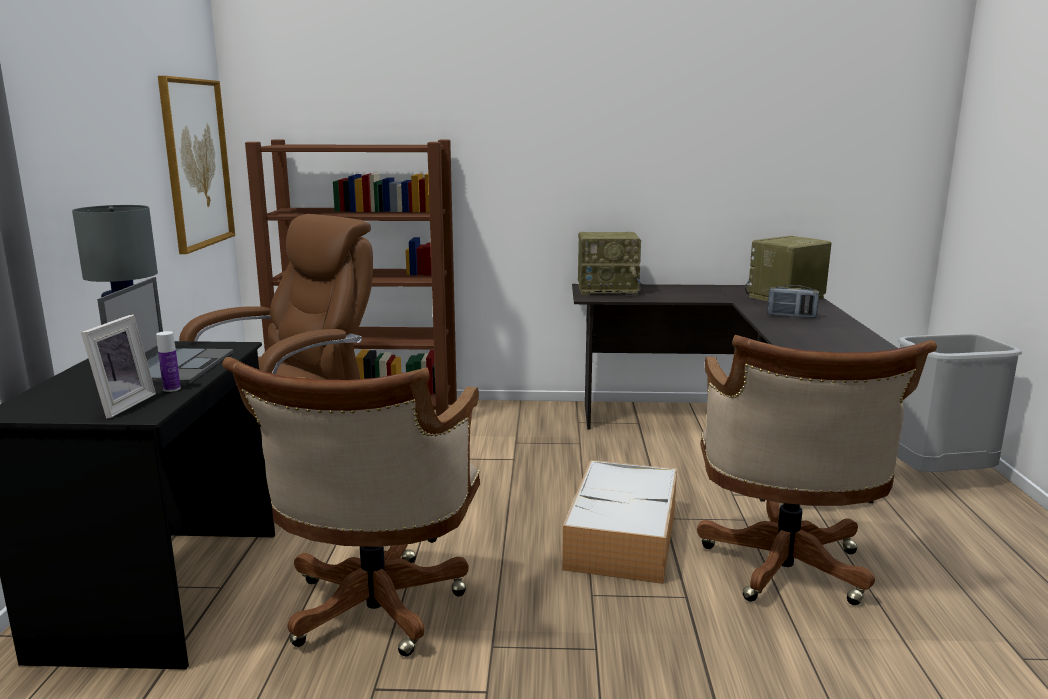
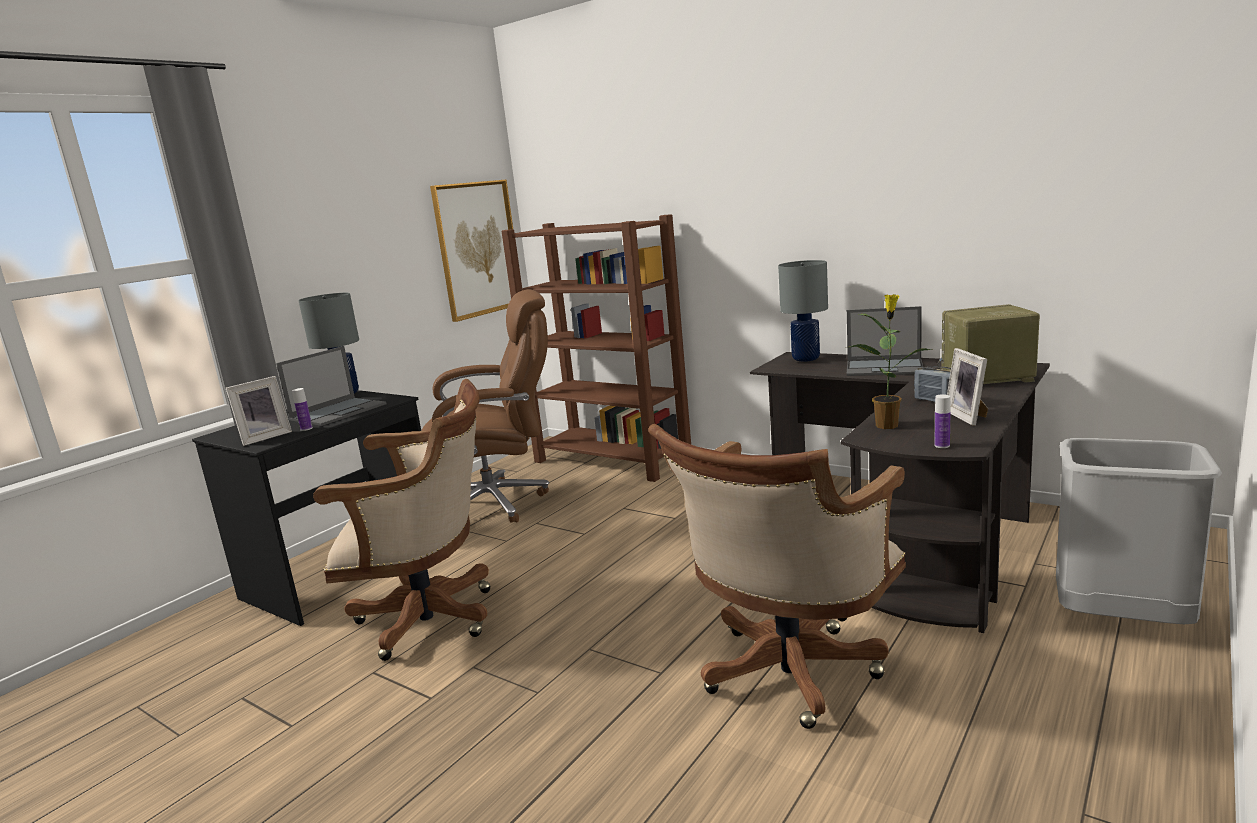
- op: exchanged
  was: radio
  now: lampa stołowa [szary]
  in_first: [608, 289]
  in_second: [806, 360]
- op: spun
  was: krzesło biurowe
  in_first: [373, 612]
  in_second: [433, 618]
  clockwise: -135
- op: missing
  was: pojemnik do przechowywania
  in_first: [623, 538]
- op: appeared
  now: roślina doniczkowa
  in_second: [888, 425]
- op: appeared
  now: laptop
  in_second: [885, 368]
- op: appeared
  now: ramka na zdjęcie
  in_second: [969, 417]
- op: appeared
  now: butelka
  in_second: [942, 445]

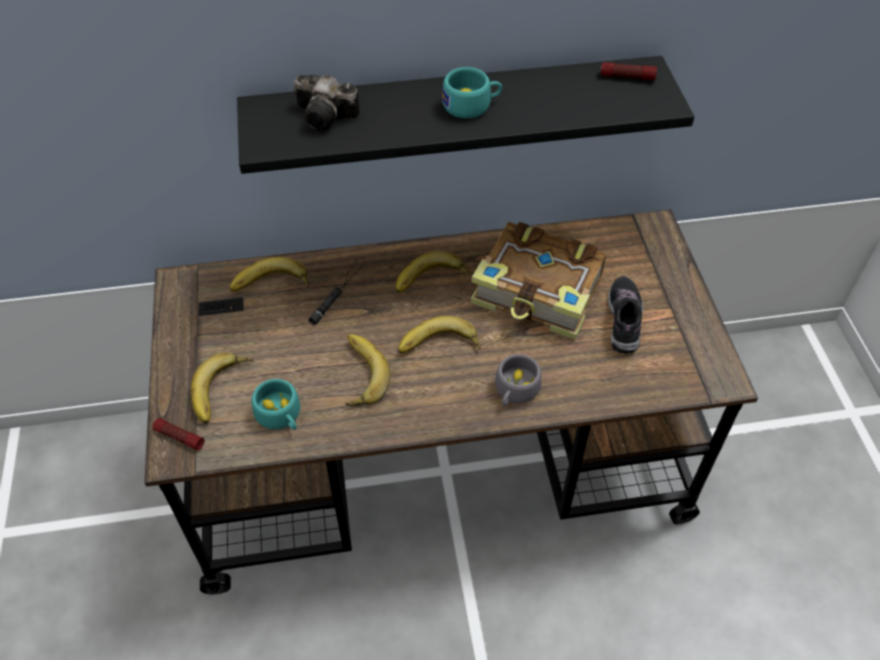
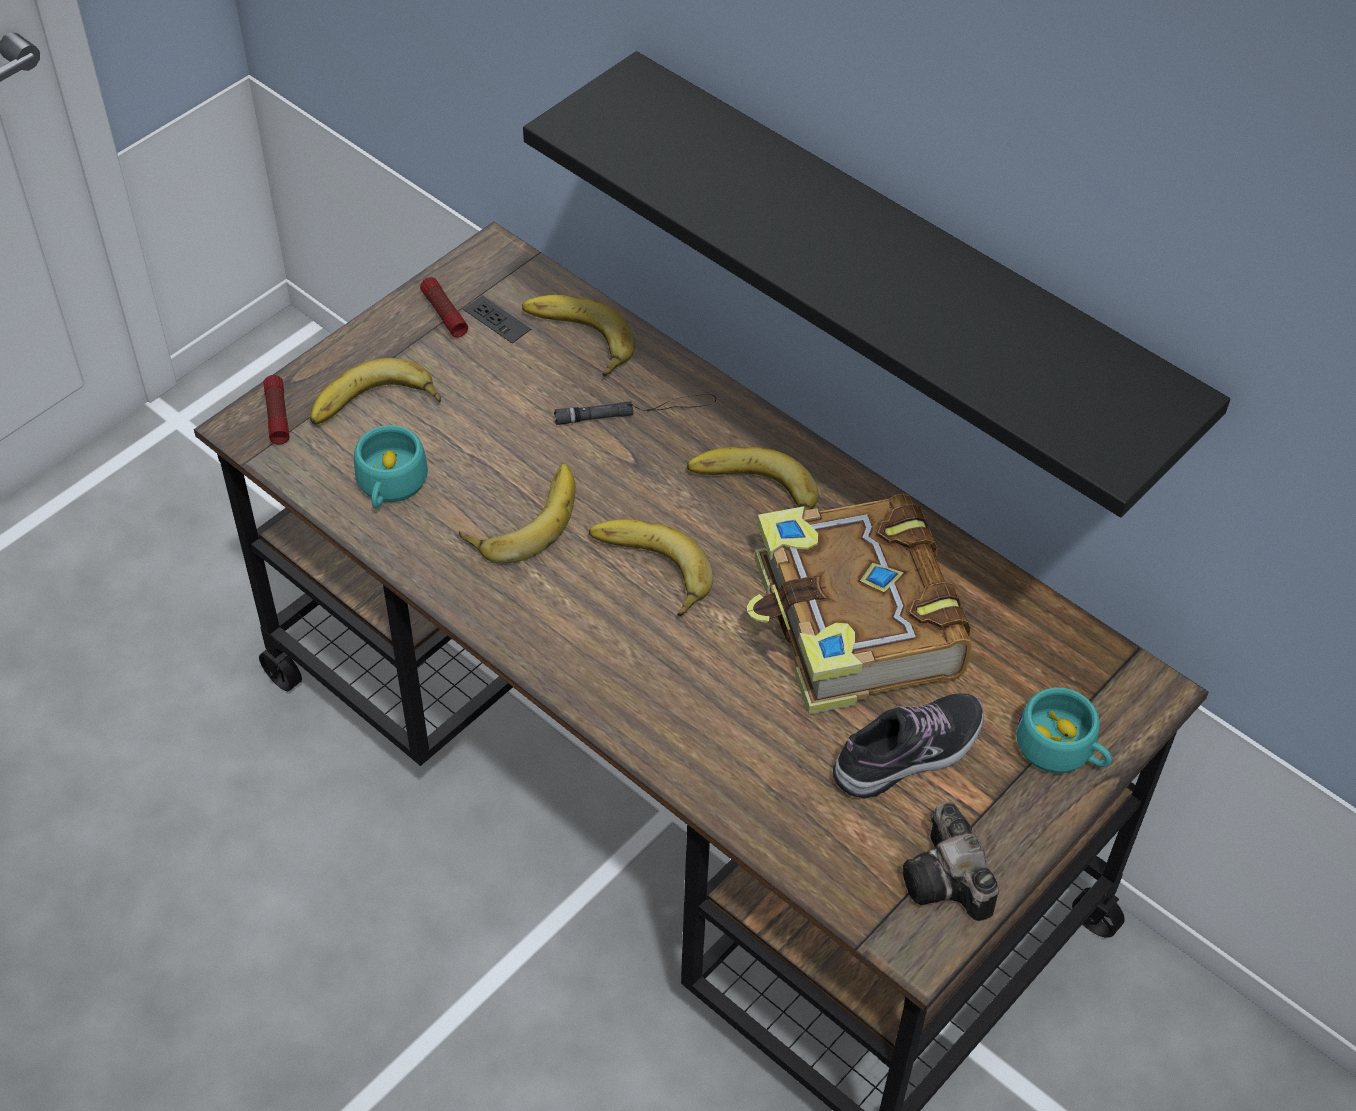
- op: relocated
  was: latarka
  in_first: [627, 77]
  in_second: [444, 313]
- op: relocated
  was: filiżanka [turkusowy]
  in_first: [472, 105]
  in_second: [1062, 750]
- op: relocated
  was: aparat fotograficzny
  in_first: [328, 116]
  in_second: [949, 883]
- op: missing
  was: filiżanka [szary]
  in_first: [515, 391]

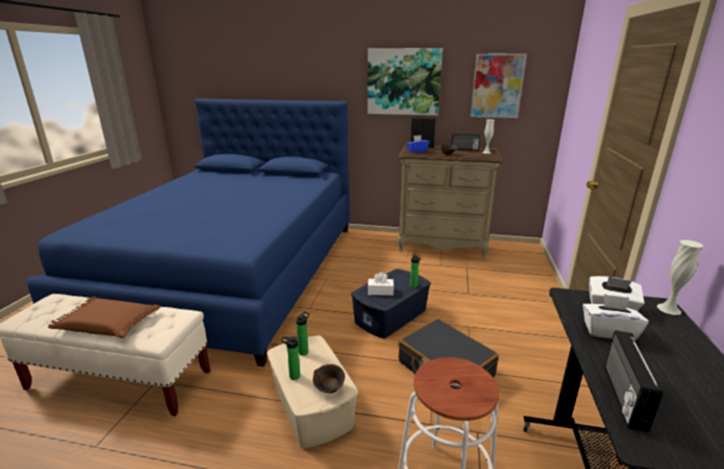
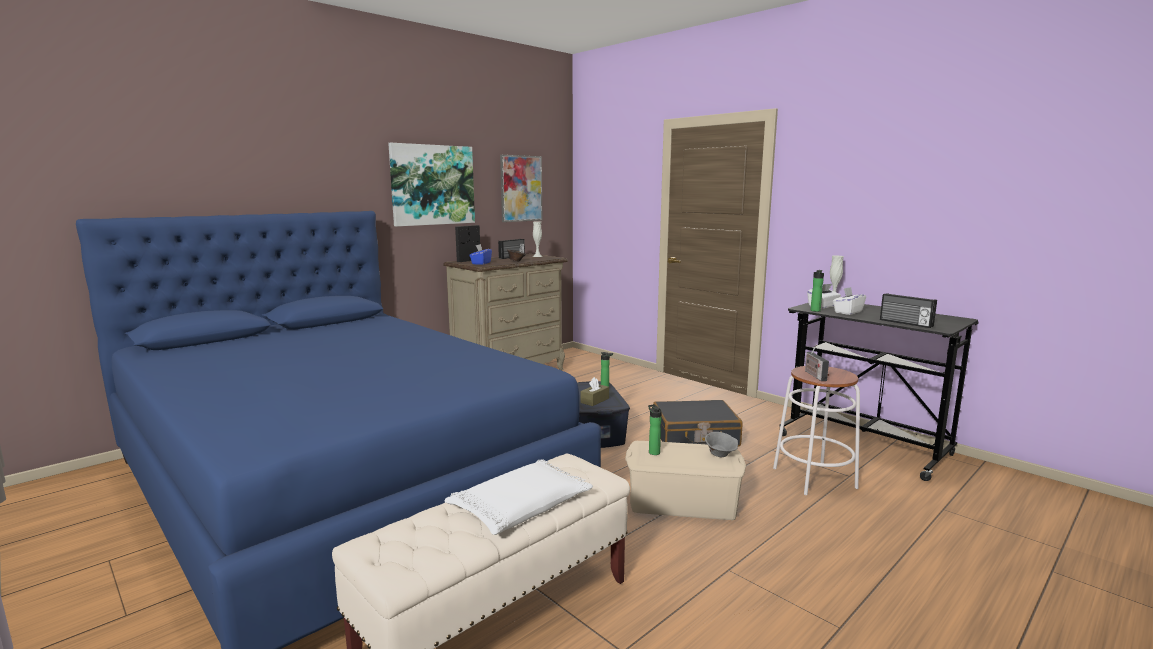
- op: colour
  was: pudełko chusteczek [biały]
  now: pudełko chusteczek [brązowy]
  in_first: [380, 291]
  in_second: [595, 400]
- op: colour
  was: poduszka [brązowy]
  now: poduszka [biały]
  in_first: [108, 322]
  in_second: [521, 503]
- op: relocated
  was: butelka
  in_first: [293, 376]
  in_second: [815, 311]
- op: colour
  was: miska [brązowy]
  now: miska [szary]
  in_first: [329, 389]
  in_second: [720, 455]
- op: appeared
  now: radio
  in_second: [814, 375]

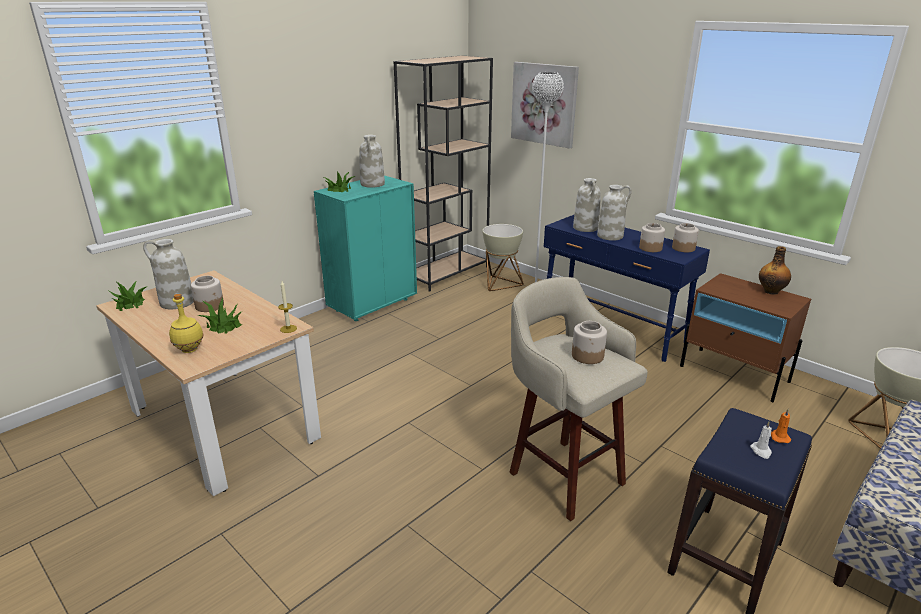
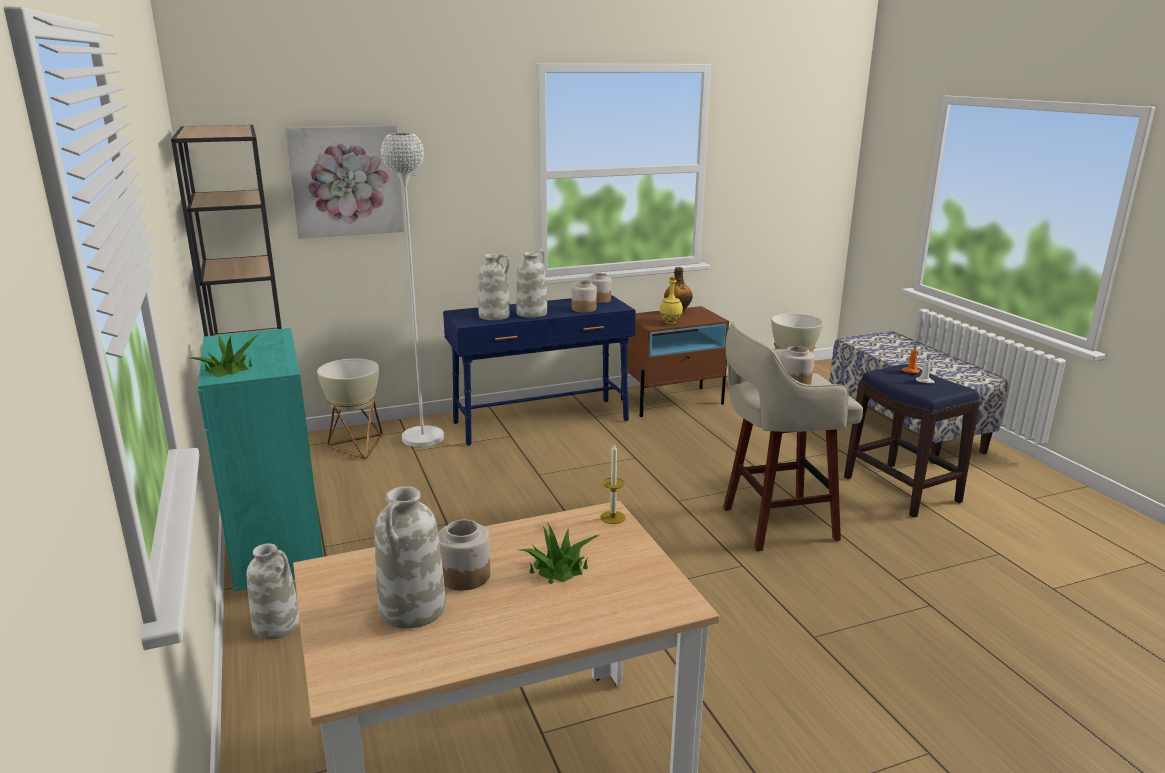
- op: relocated
  was: wazon [biały]
  in_first: [372, 184]
  in_second: [277, 625]
- op: missing
  was: roślina doniczkowa
  in_first: [130, 303]
- op: relocated
  was: butelka [żółty]
  in_first: [189, 349]
  in_second: [670, 322]

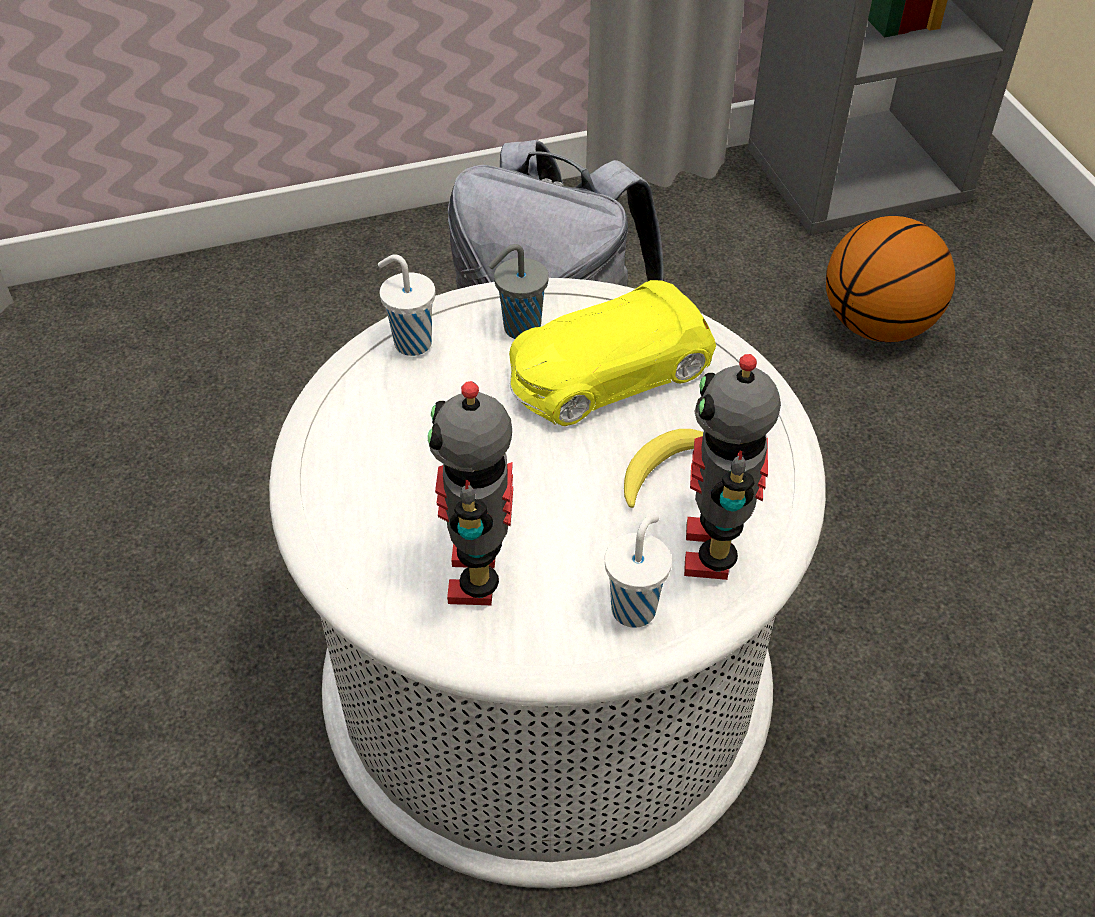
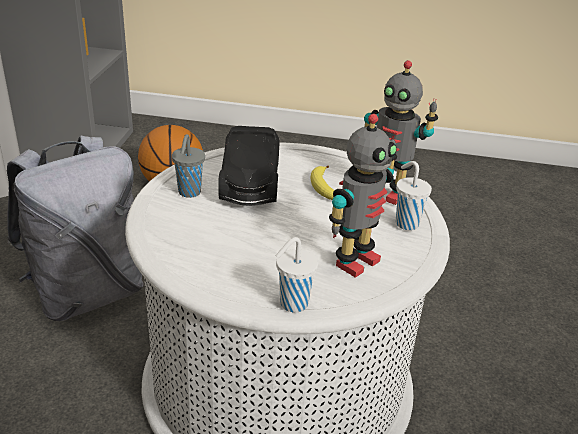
- op: relocated
  was: filiżanka [biały]
  in_first: [411, 343]
  in_second: [292, 304]
- op: colour
  was: samochodzik [żółty]
  now: samochodzik [czarny]
  in_first: [607, 372]
  in_second: [250, 179]
- op: spun
  was: robot zabawkowy
  in_first: [479, 577]
  in_second: [354, 261]
  clockwise: -75

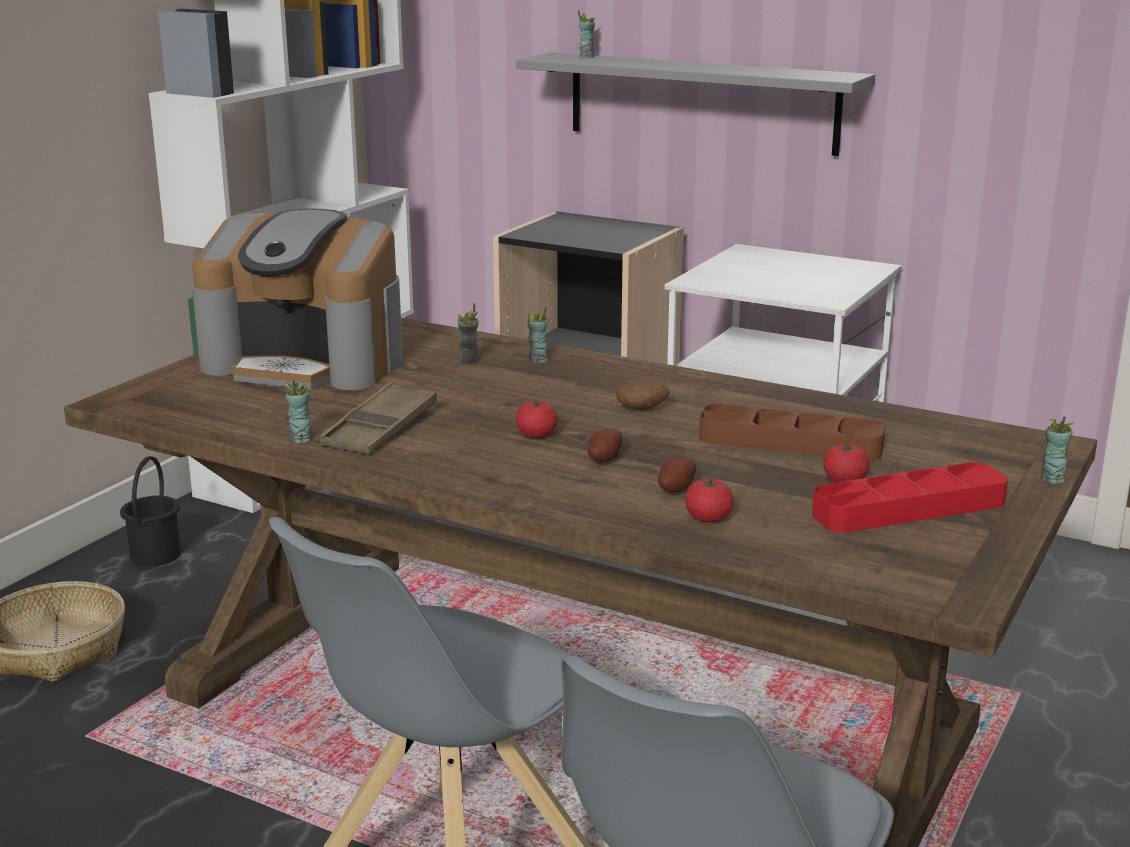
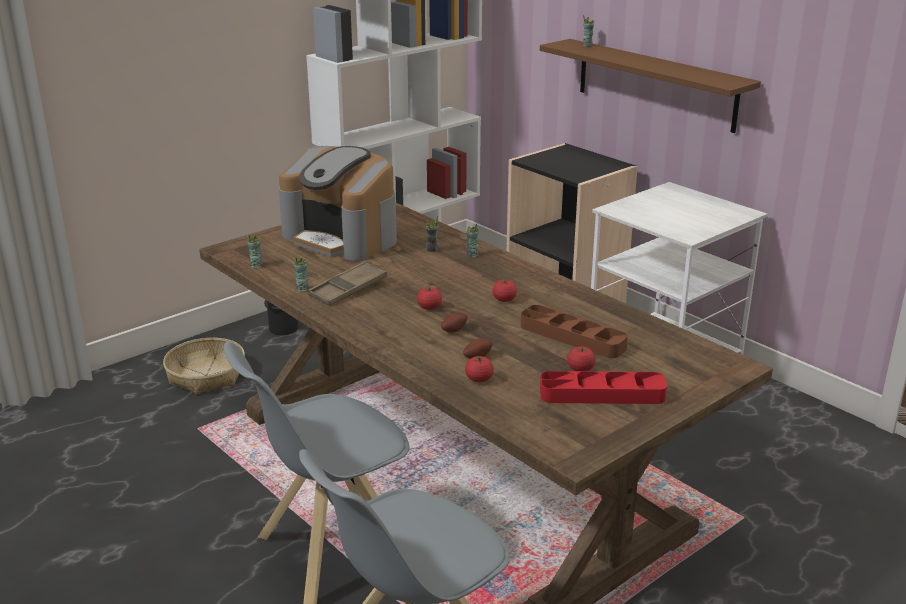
- op: colour
  was: półka [szary]
  now: półka [brązowy]
  in_first: [701, 102]
  in_second: [655, 84]
- op: exchanged
  was: ziemniak
  now: pomidor
  in_first: [642, 409]
  in_second: [504, 299]
- op: relocated
  was: filiżanka
  in_first: [1052, 479]
  in_second: [256, 265]

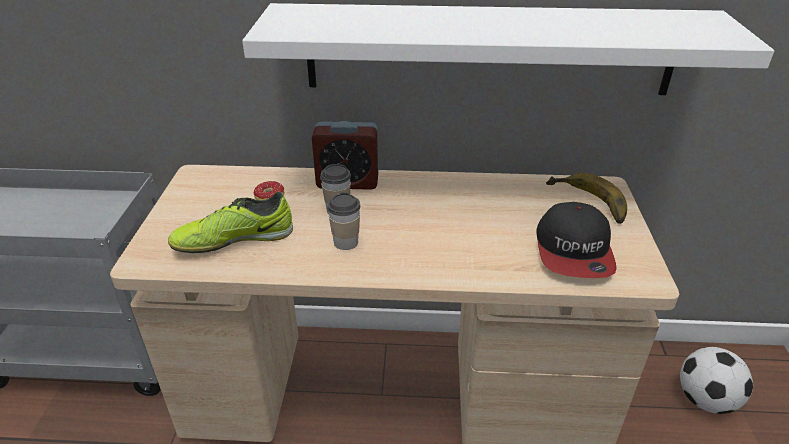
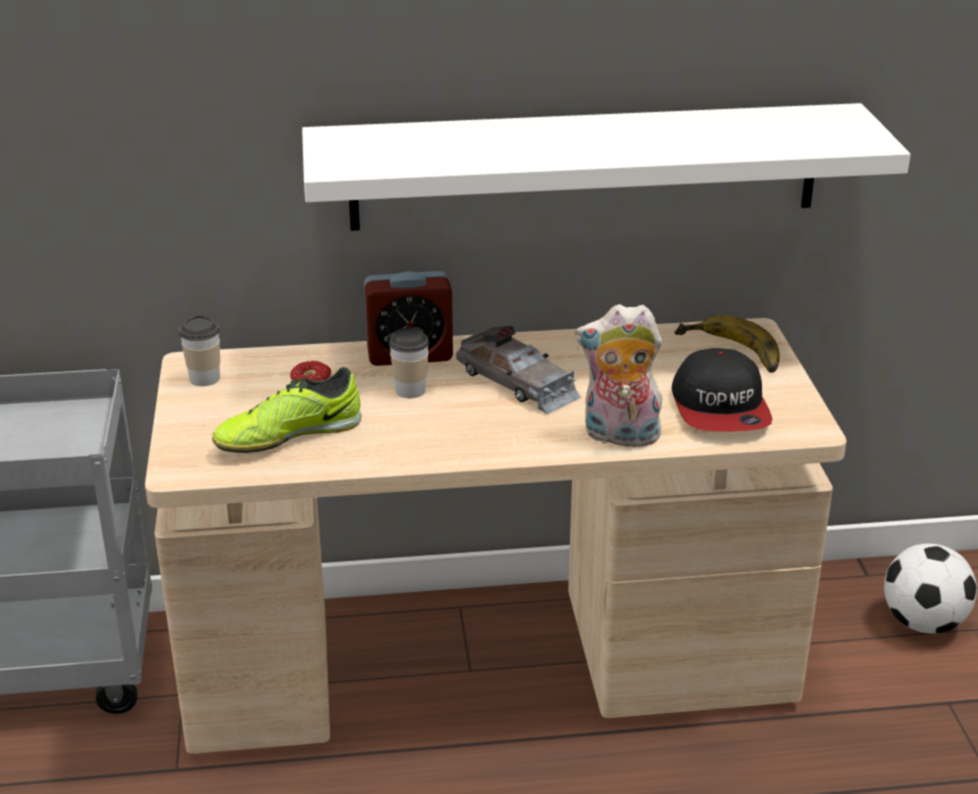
- op: relocated
  was: filiżanka
  in_first: [346, 242]
  in_second: [204, 378]
- op: appeared
  now: pluszak
  in_second: [619, 437]
- op: appeared
  now: samochodzik [szary]
  in_second: [517, 383]

